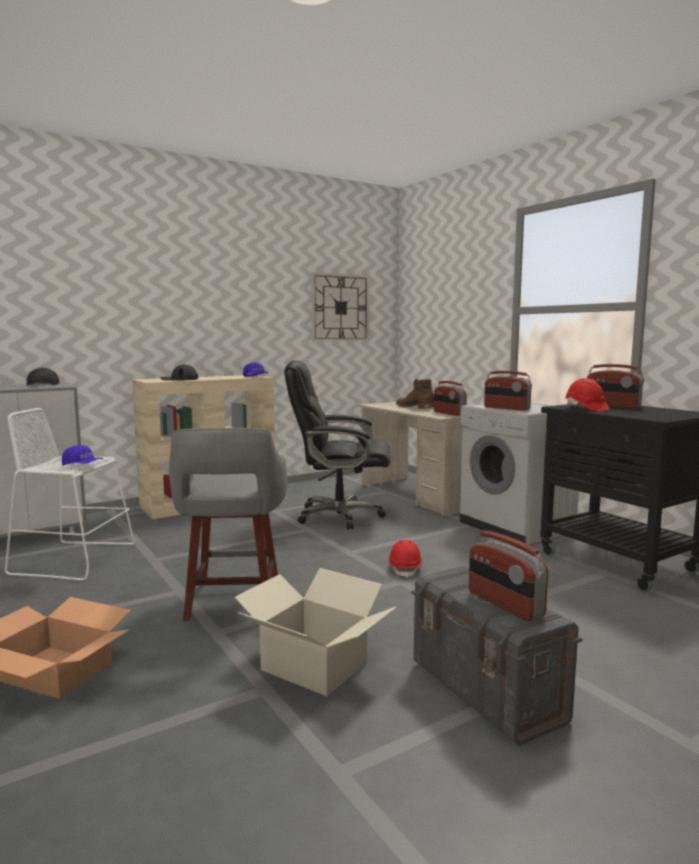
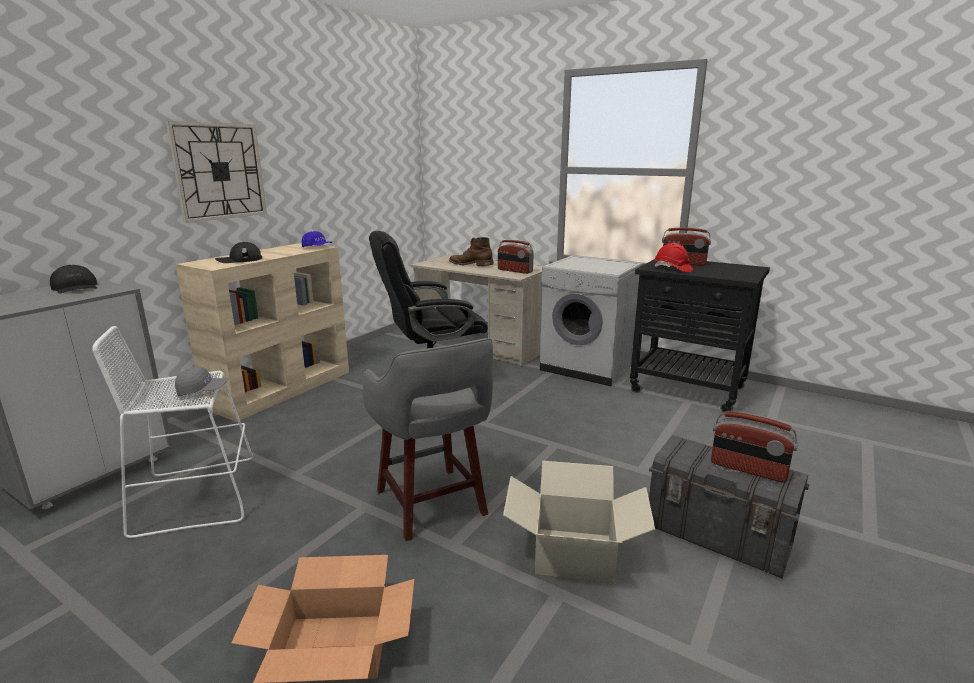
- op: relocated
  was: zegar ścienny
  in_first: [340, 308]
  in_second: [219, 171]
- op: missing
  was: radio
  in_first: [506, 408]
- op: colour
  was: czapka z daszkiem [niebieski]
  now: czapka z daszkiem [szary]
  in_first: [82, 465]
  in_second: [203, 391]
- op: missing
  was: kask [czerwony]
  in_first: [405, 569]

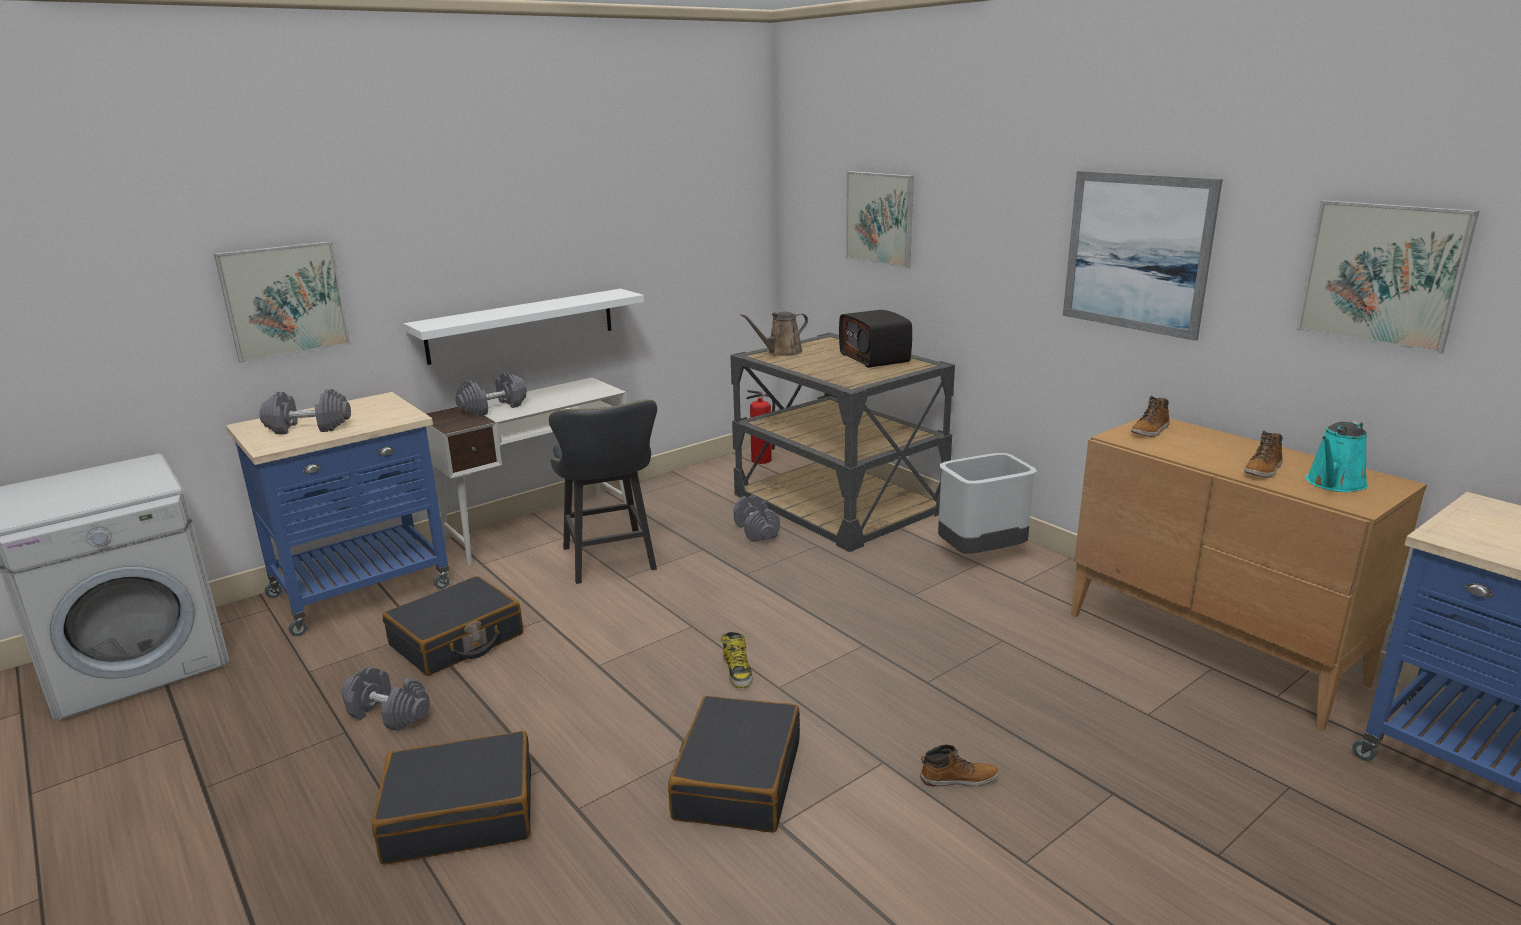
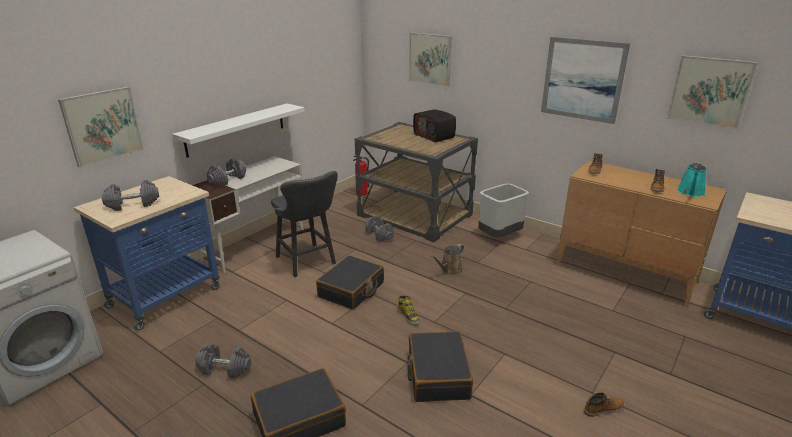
- op: relocated
  was: konewka [brązowy]
  in_first: [781, 352]
  in_second: [449, 270]
- op: relocated
  was: walizka [czarny]
  in_first: [457, 640]
  in_second: [351, 290]
- op: relocated
  was: but z cholewką
  in_first: [958, 779]
  in_second: [603, 409]

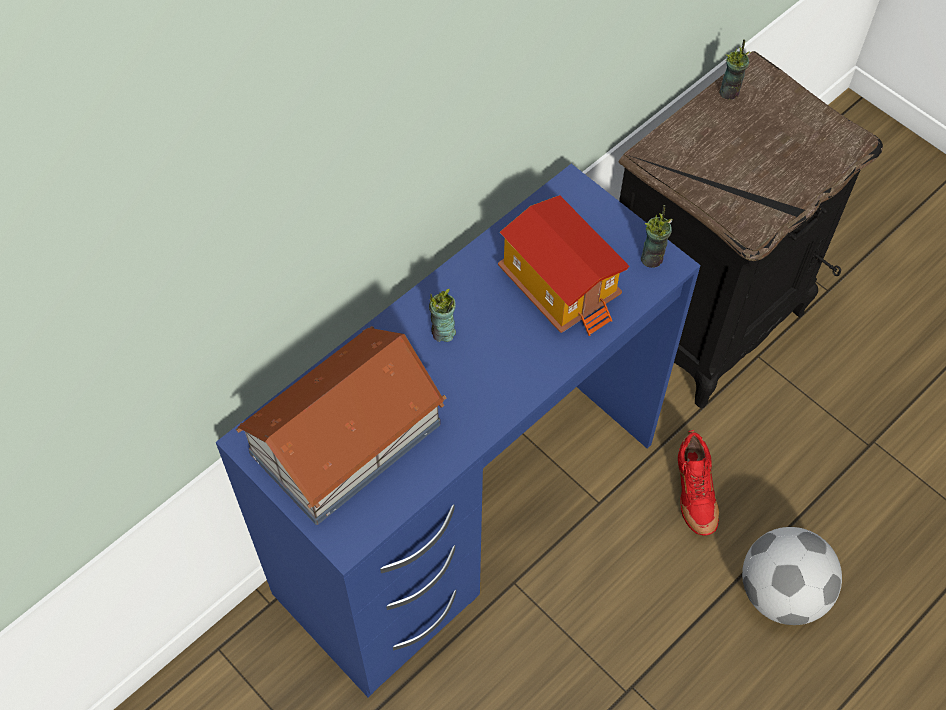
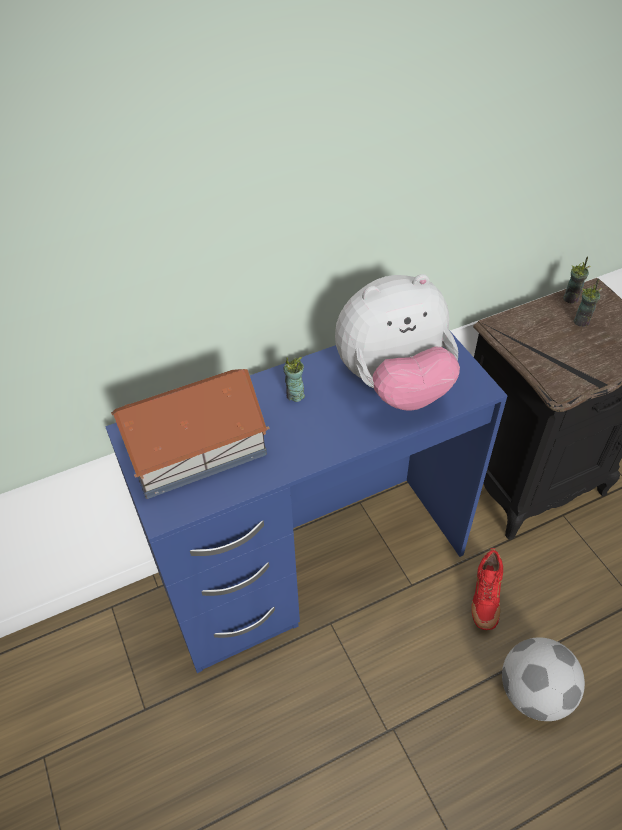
- op: exchanged
  was: domek
  now: pluszak
  in_first: [561, 285]
  in_second: [394, 384]
- op: relocated
  was: filiżanka
  in_first: [652, 258]
  in_second: [581, 321]

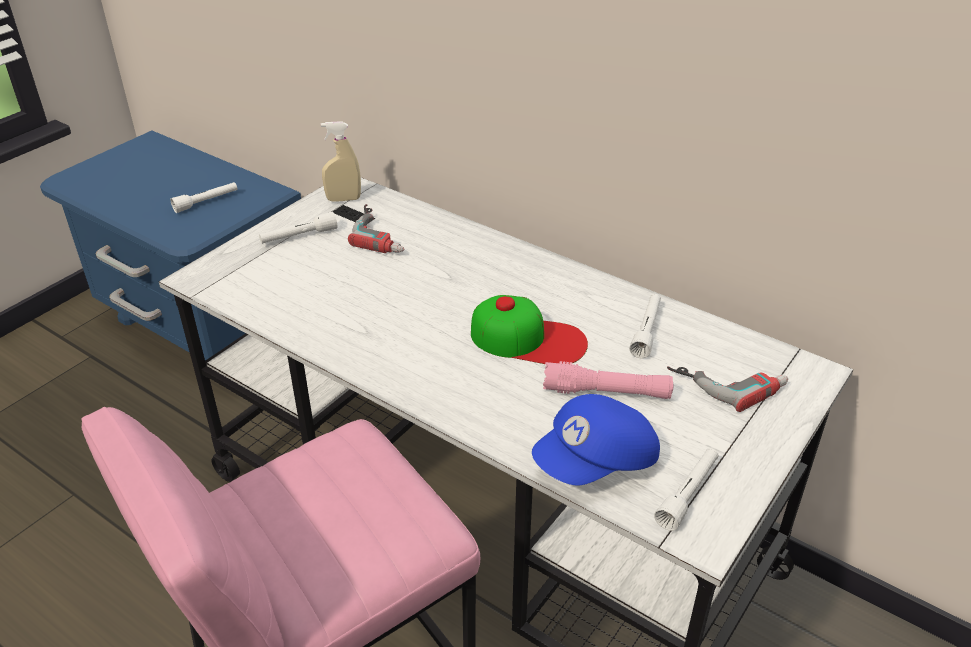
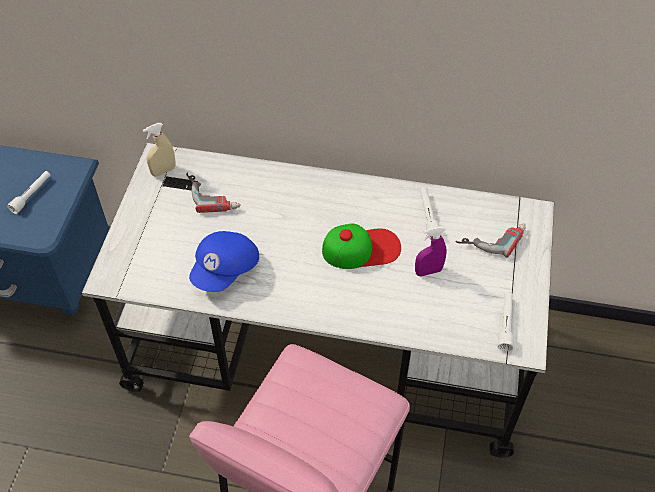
- op: missing
  was: latarka [biały]
  in_first: [299, 237]
- op: exchanged
  was: latarka [różowy]
  now: spryskiwacz [fioletowy]
  in_first: [606, 392]
  in_second: [428, 271]
- op: relocated
  was: czapka z daszkiem [niebieski]
  in_first: [597, 462]
  in_second: [226, 270]

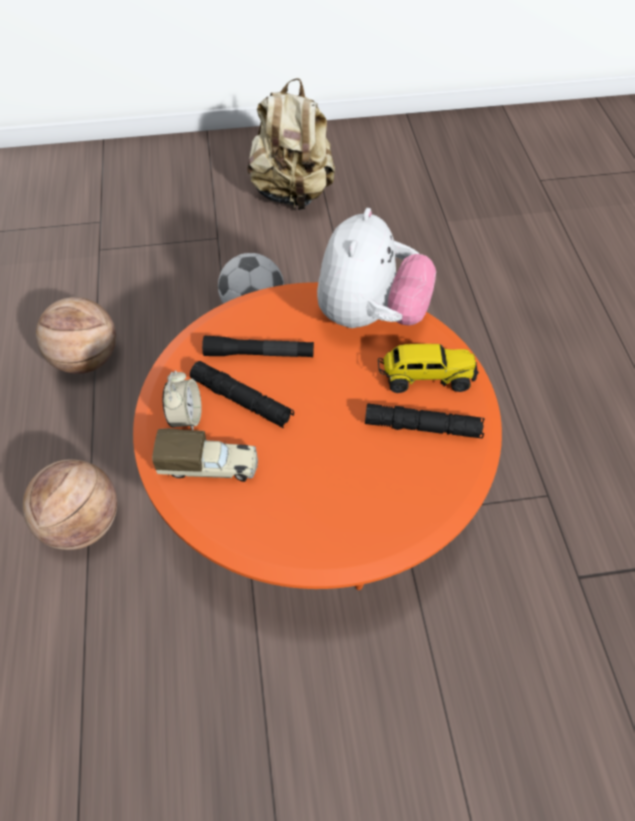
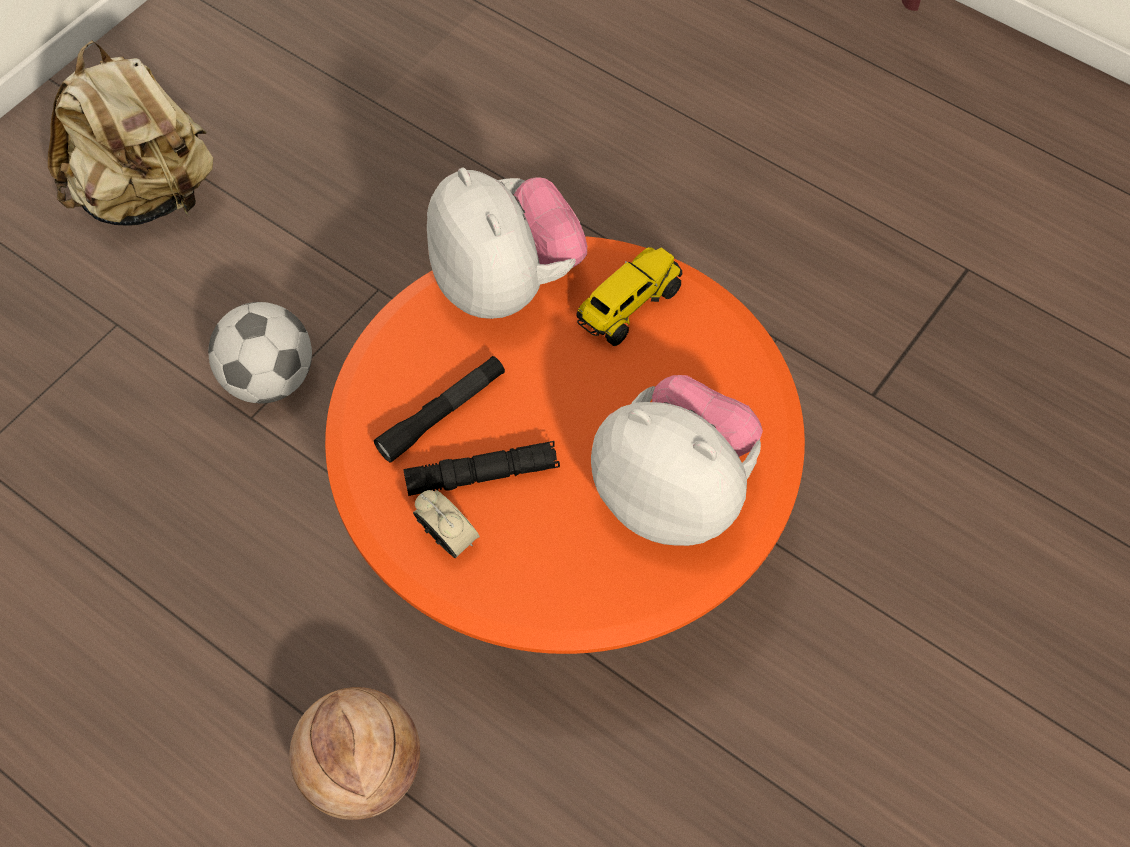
- op: missing
  was: piłka do koszykówki
  in_first: [86, 360]
- op: missing
  was: latarka [czarny]
  in_first: [423, 427]
- op: missing
  was: ciężarówka zabawkowa
  in_first: [210, 466]
- op: appeared
  now: pluszak
  in_second: [674, 494]

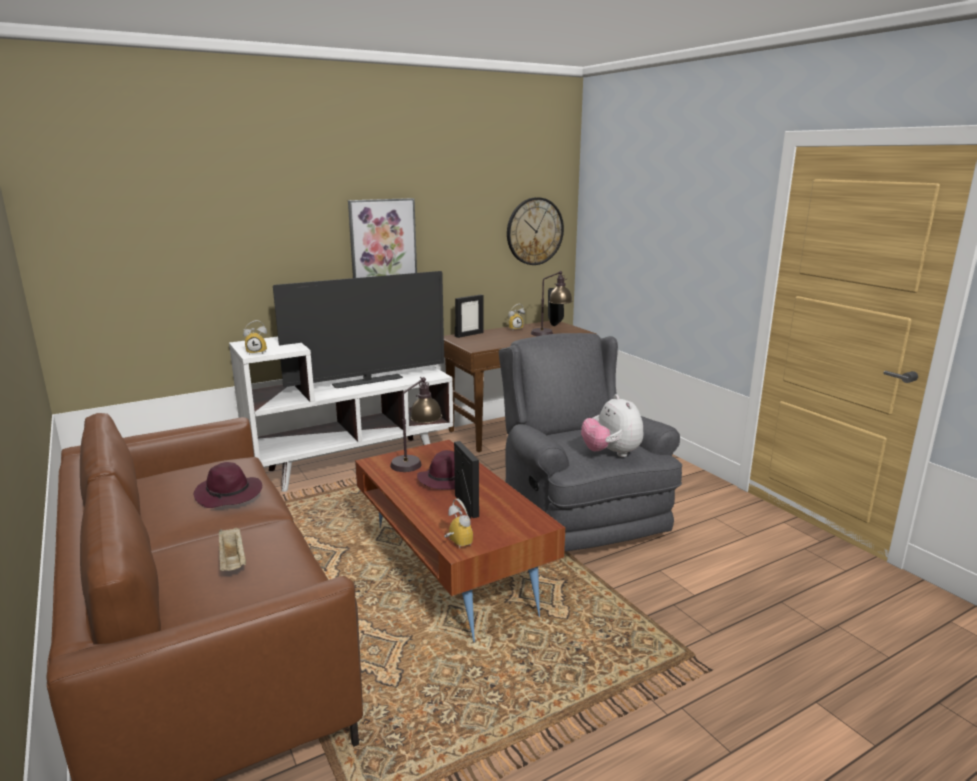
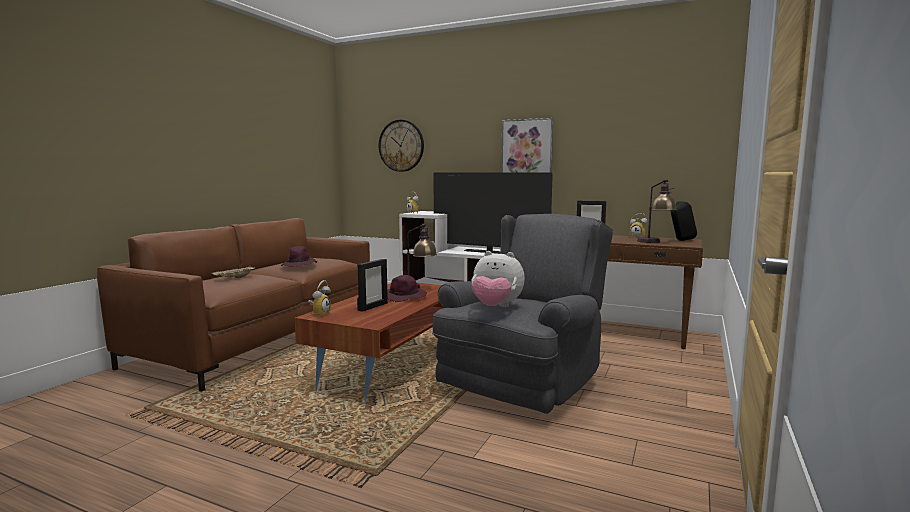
- op: relocated
  was: zegar ścienny
  in_first: [534, 231]
  in_second: [401, 146]
- op: spun
  was: pluszak
  in_first: [611, 453]
  in_second: [496, 307]
  clockwise: -105

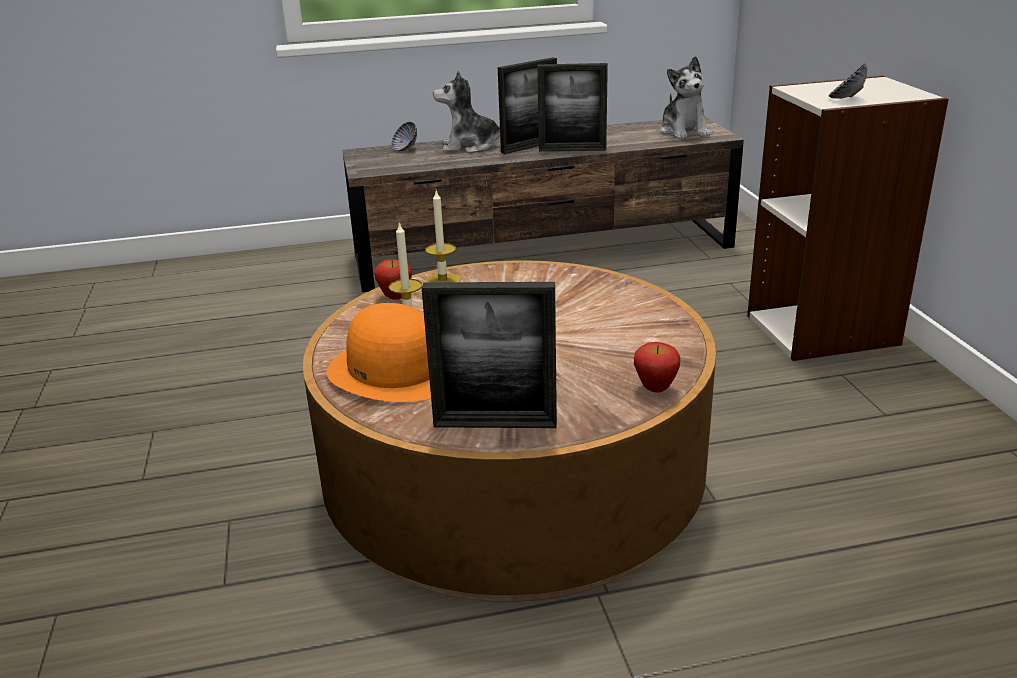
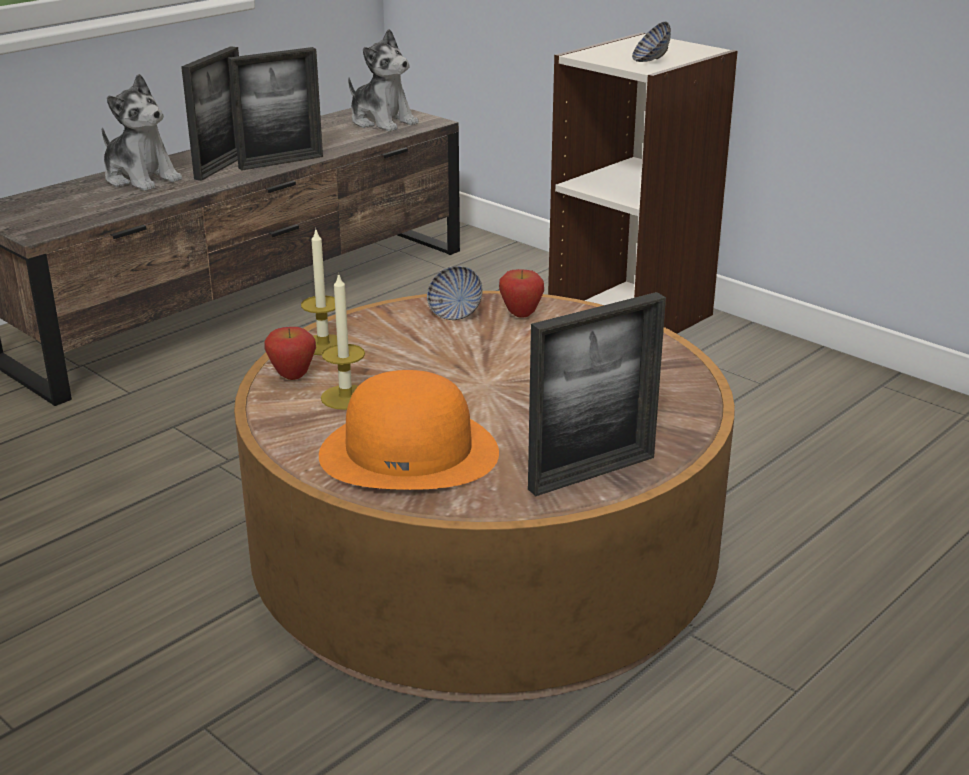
- op: spun
  was: pluszak
  in_first: [470, 147]
  in_second: [141, 178]
  clockwise: -105
- op: relocated
  was: miska
  in_first: [405, 149]
  in_second: [455, 313]
- op: relocated
  was: jabłko
  in_first: [655, 389]
  in_second: [521, 315]

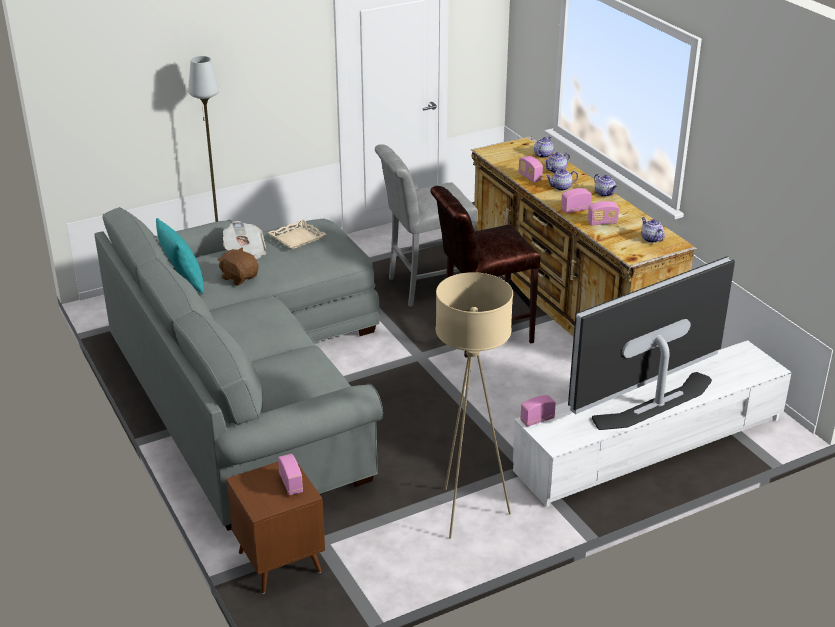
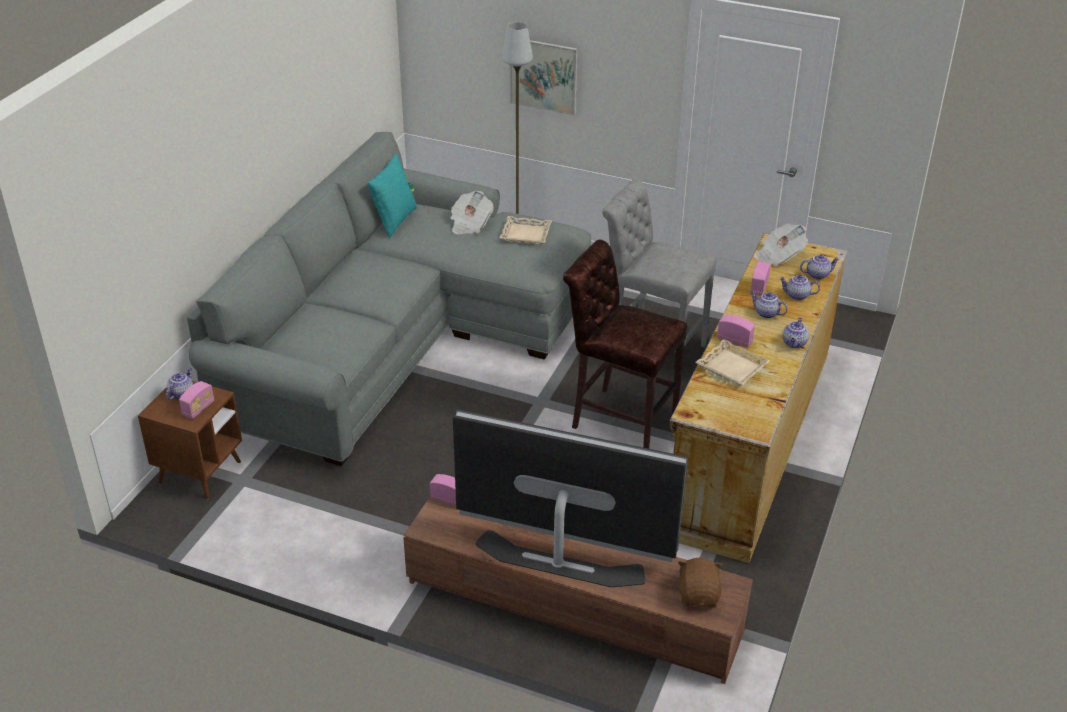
- op: exchanged
  was: radio
  now: taca [beżowy]
  in_first: [602, 223]
  in_second: [732, 367]
- op: relocated
  was: imbryk
  in_first: [650, 239]
  in_second: [181, 393]
- op: relocated
  was: pluszak [brązowy]
  in_first: [239, 277]
  in_second: [699, 595]
- op: missing
  was: lampa stojąca [beżowy]
  in_first: [468, 512]
- op: colour
  was: szafka pod telewizor [biały]
  now: szafka pod telewizor [brązowy]
  in_first: [650, 446]
  in_second: [571, 609]
- op: appeared
  now: obraz
  in_second: [543, 75]
- op: appeared
  now: gazeta
  in_second: [779, 256]

